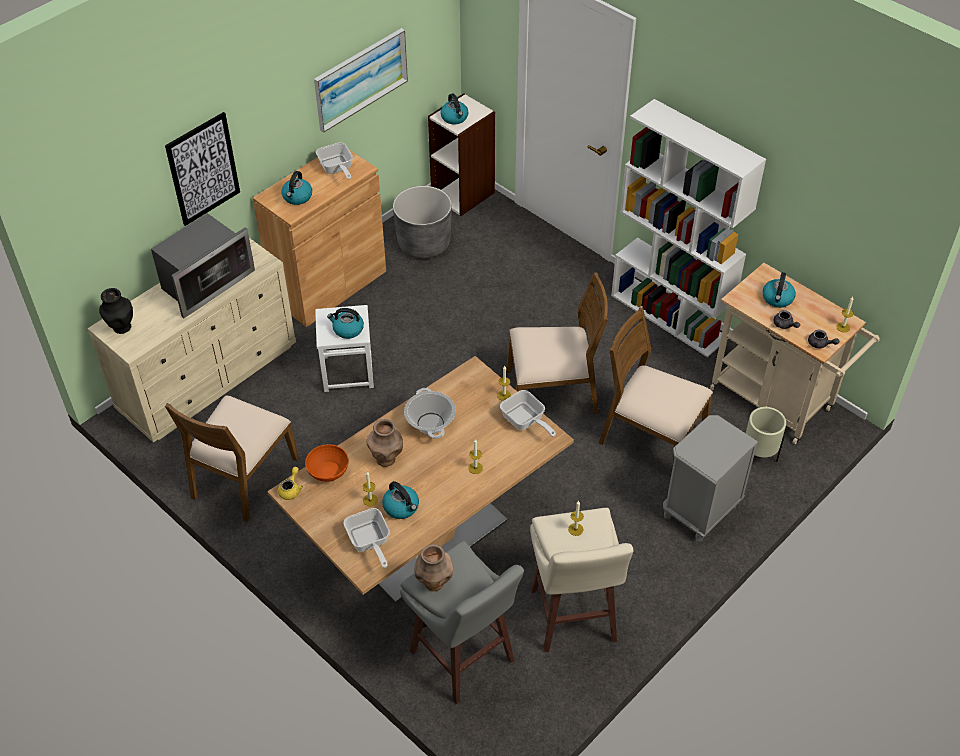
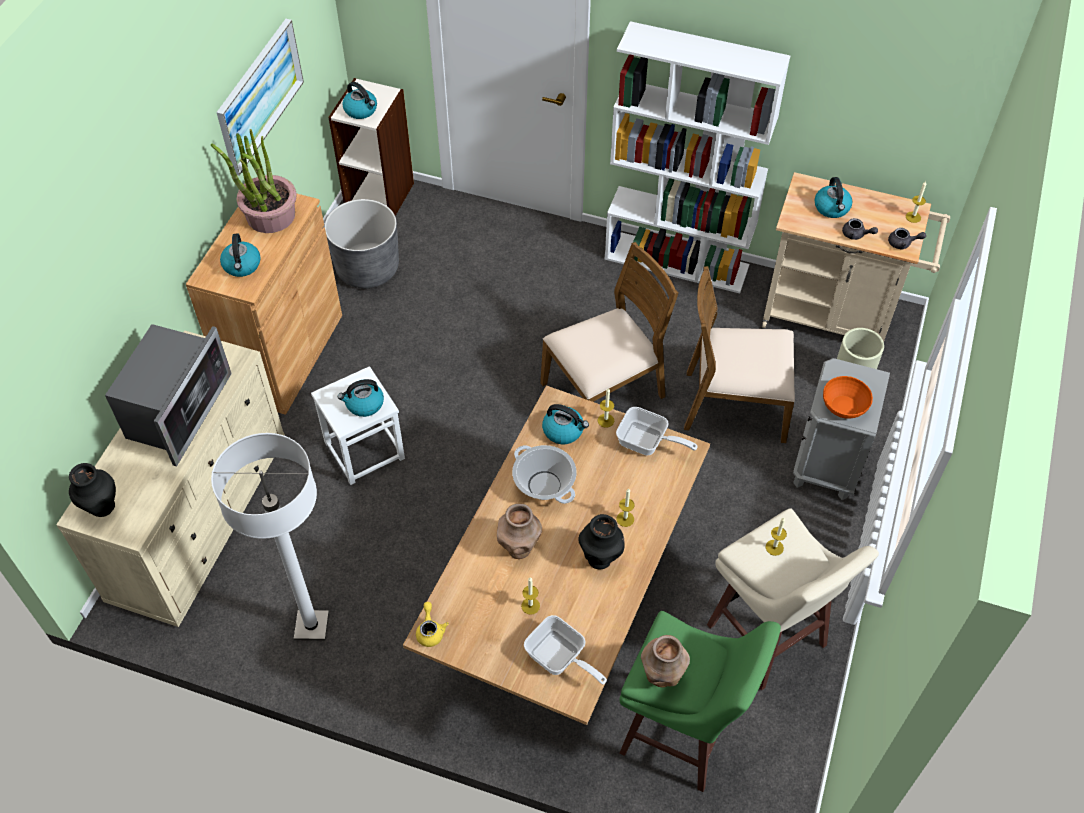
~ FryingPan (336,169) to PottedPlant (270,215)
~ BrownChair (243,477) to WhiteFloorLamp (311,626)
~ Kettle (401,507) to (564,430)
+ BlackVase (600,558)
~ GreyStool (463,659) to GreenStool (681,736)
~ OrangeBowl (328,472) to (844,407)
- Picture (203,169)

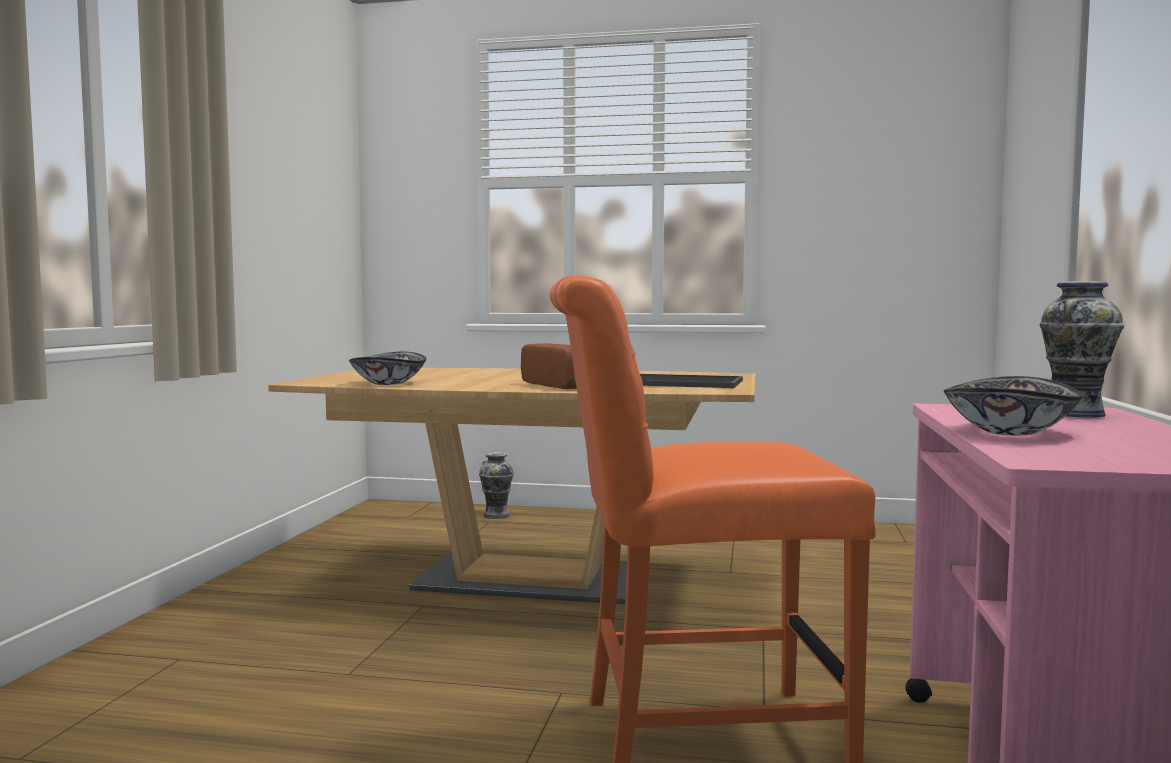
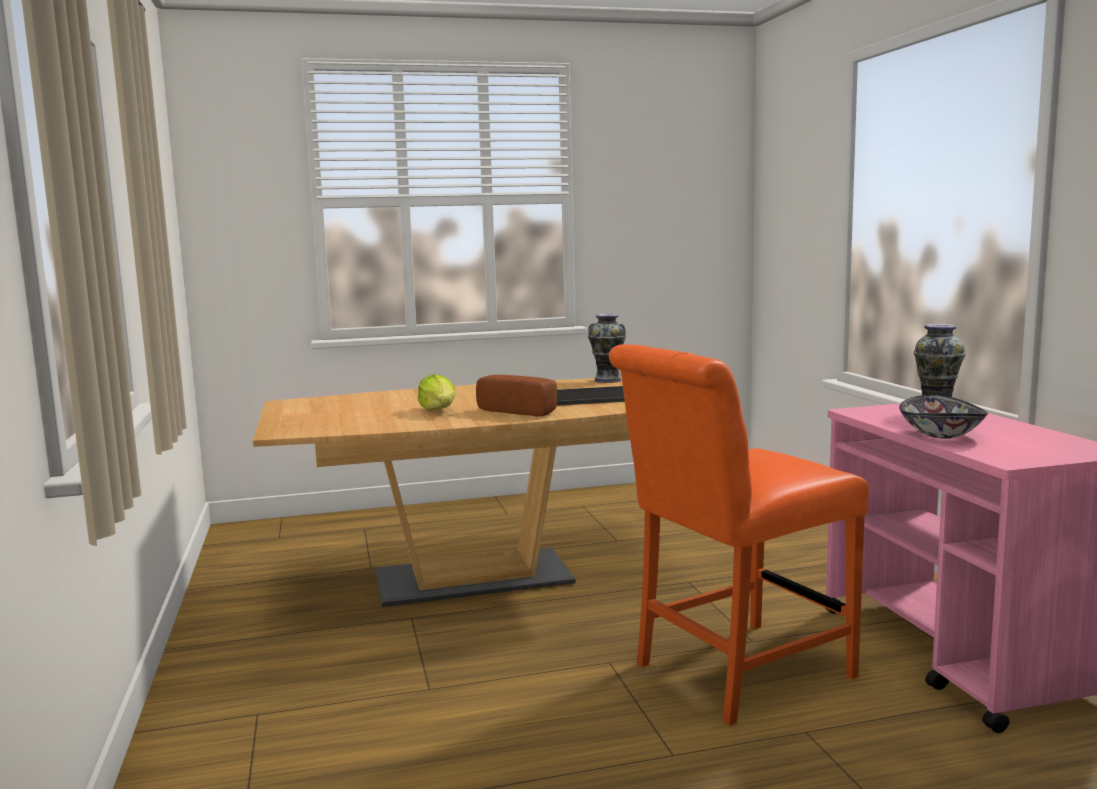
+ Lettuce (439,410)
~ Vase (496,515) to (607,380)
- Bowl (387,383)

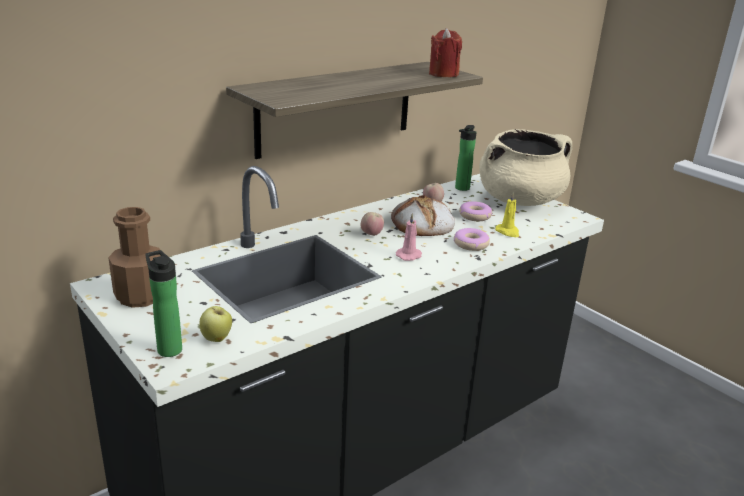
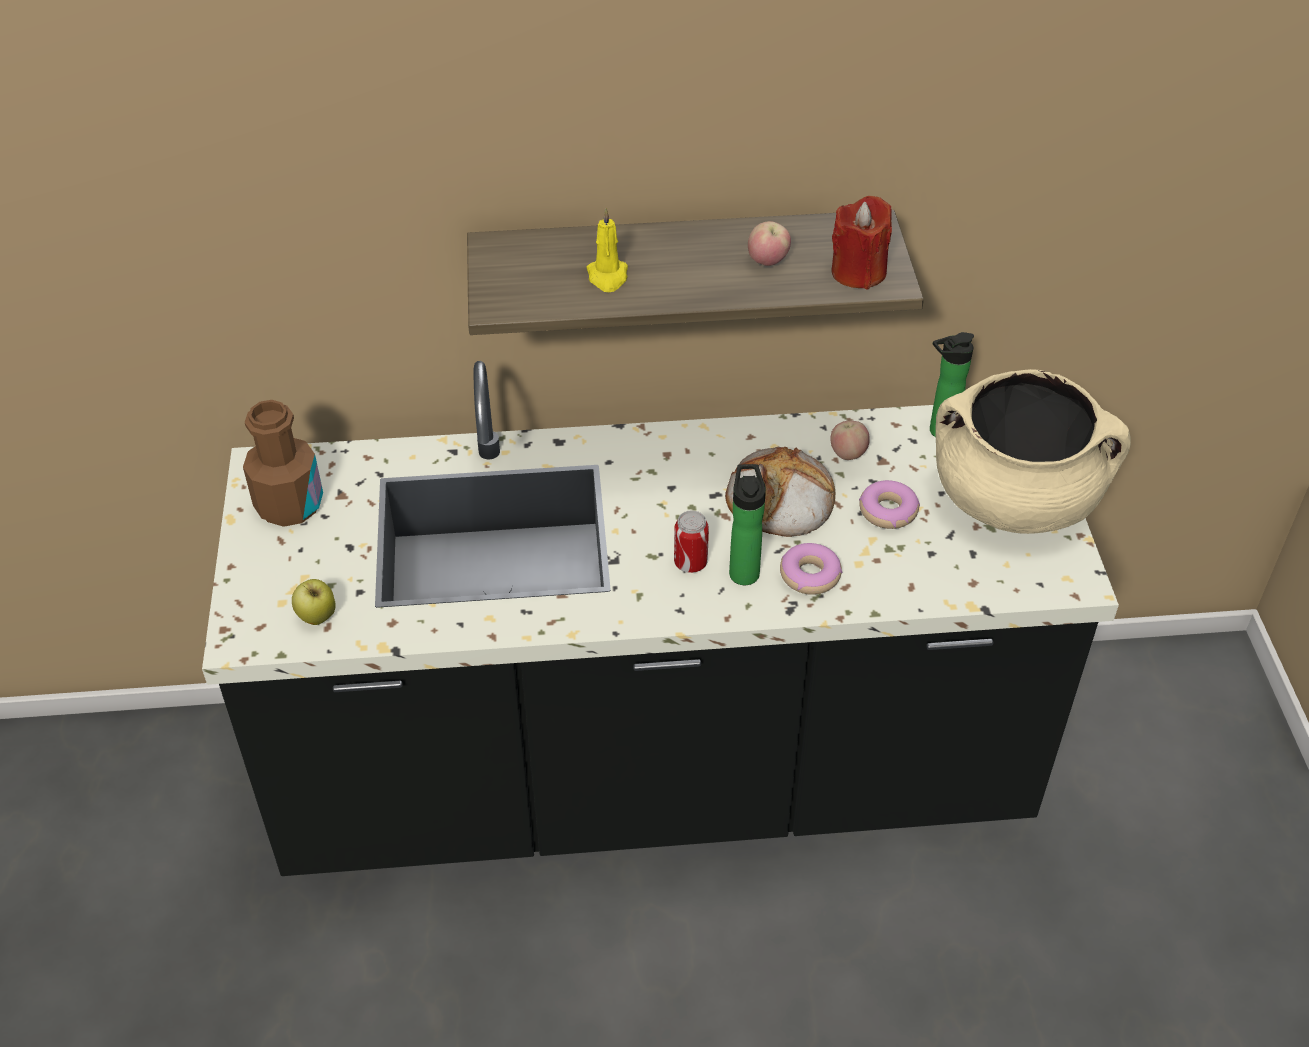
~ YellowCandle (508,232) to (607,277)
~ PinkCandle (409,255) to Can (690,563)
~ Bottle (168,348) to (743,570)
~ Apple (371,235) to (767,262)

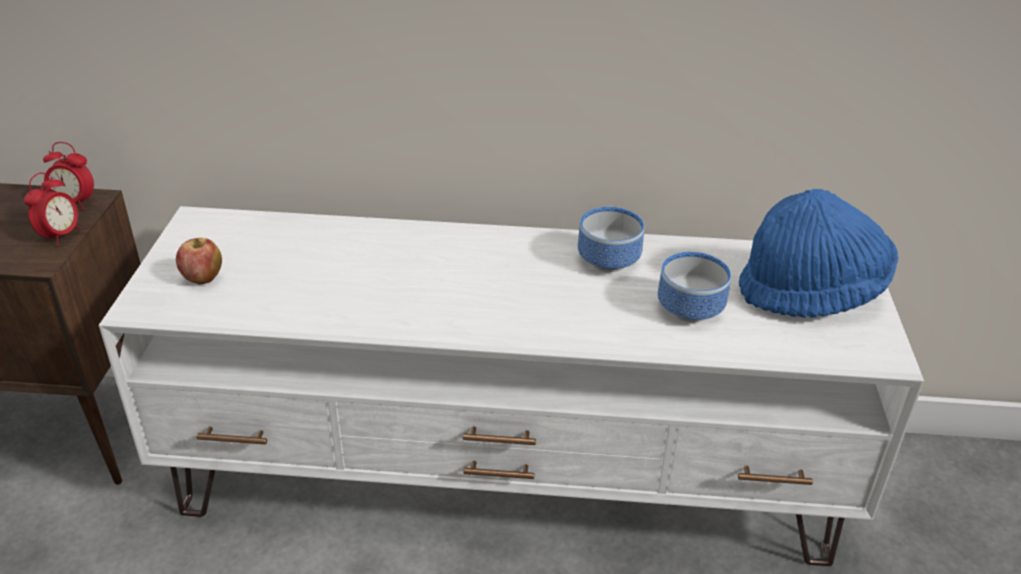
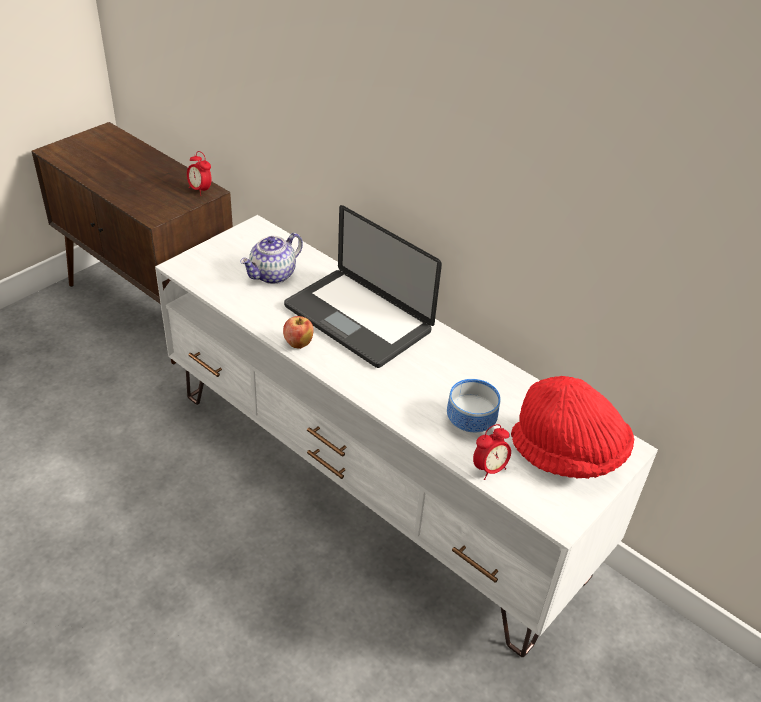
+ Teapot (273,275)
~ Apple (203,279) to (298,344)
+ Laptop (357,319)
~ AlarmClock (61,236) to (489,469)
~ BlueHat (811,292) to RedHat (567,454)
- Bowl (611,262)

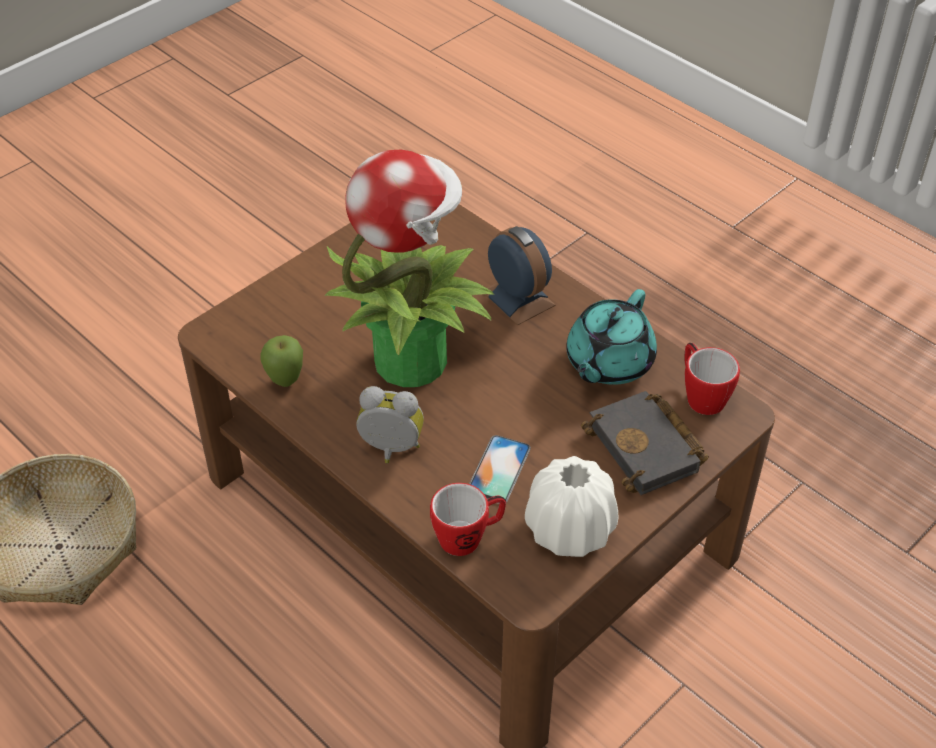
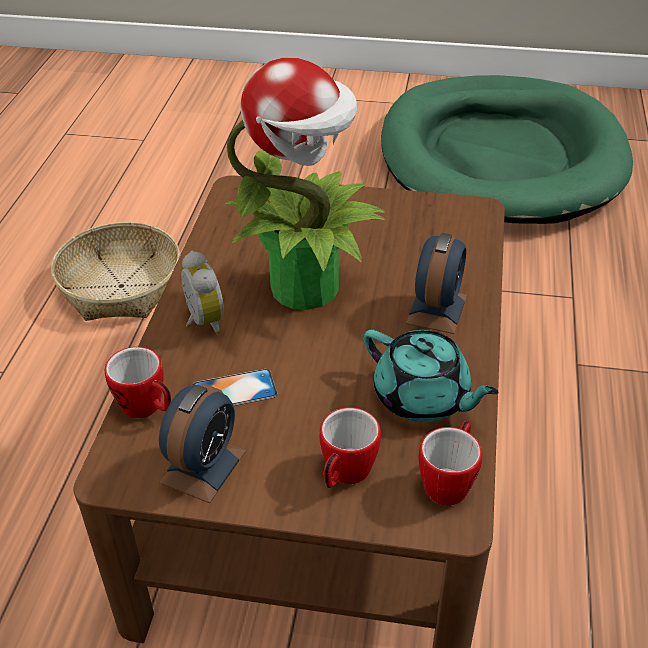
~ WhiteVase (569,530) to AlarmClock (203,466)
~ BlackBook (648,449) to Mug (345,475)
~ TurquoiseTeapot (608,363) = (422,398) 135 degrees counterclockwise
+ GreenDogBed (500,157)
- Apple (285,381)

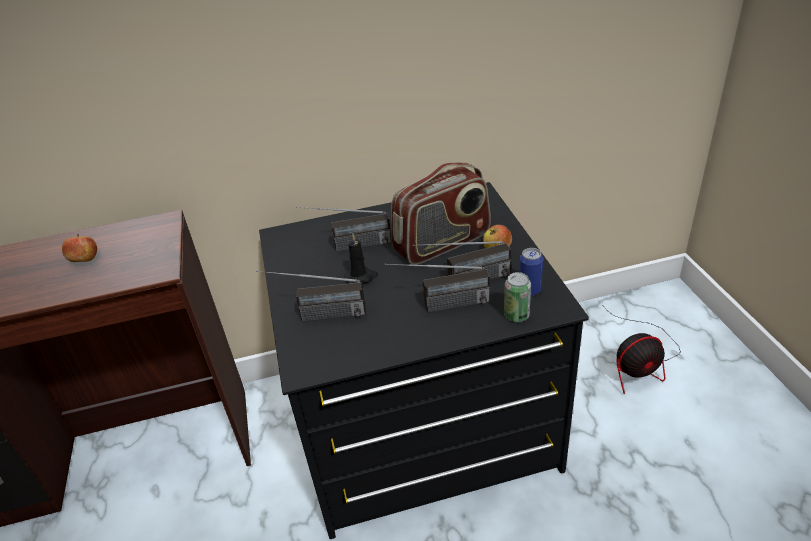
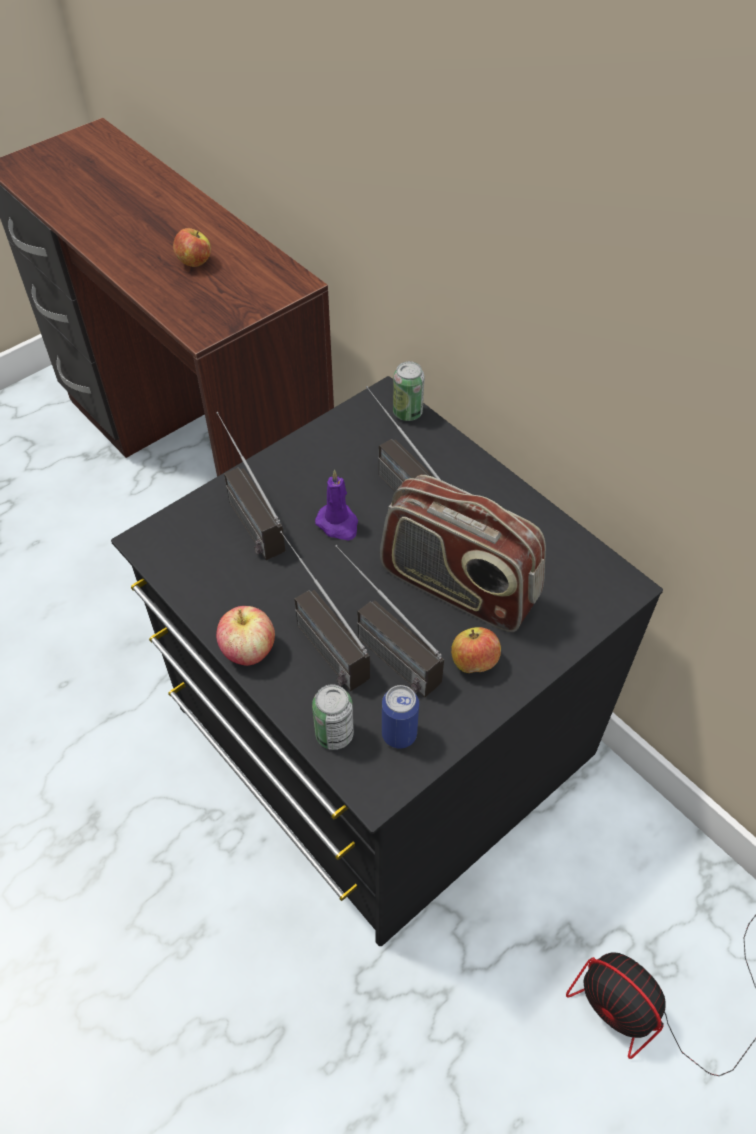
+ Apple (248,651)
~ BlackCandle (361,277) to PurpleCandle (338,524)
+ Can (407,413)

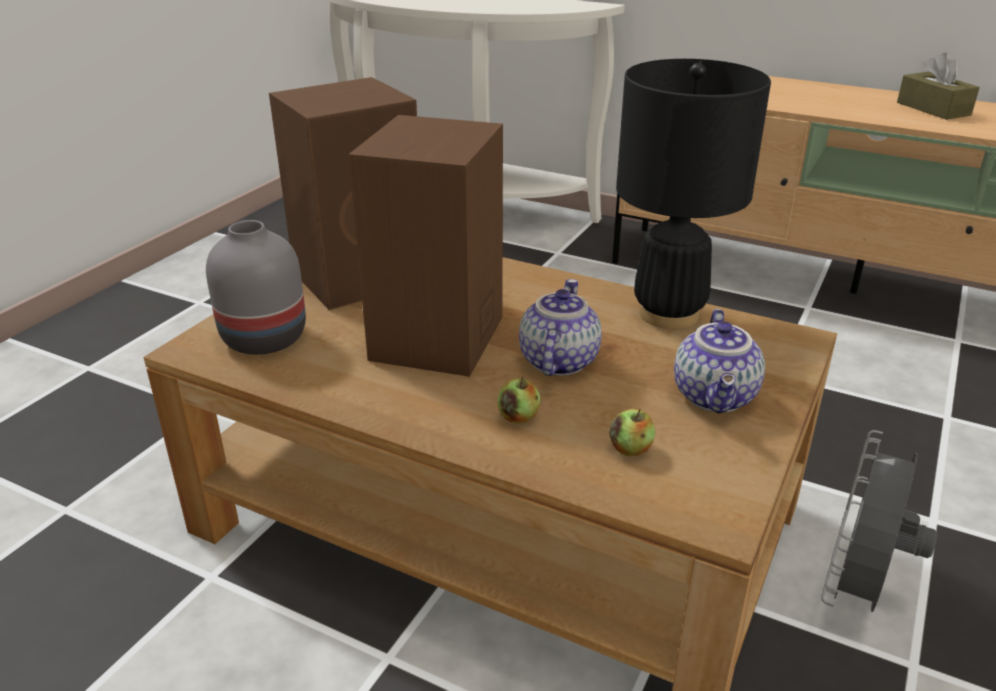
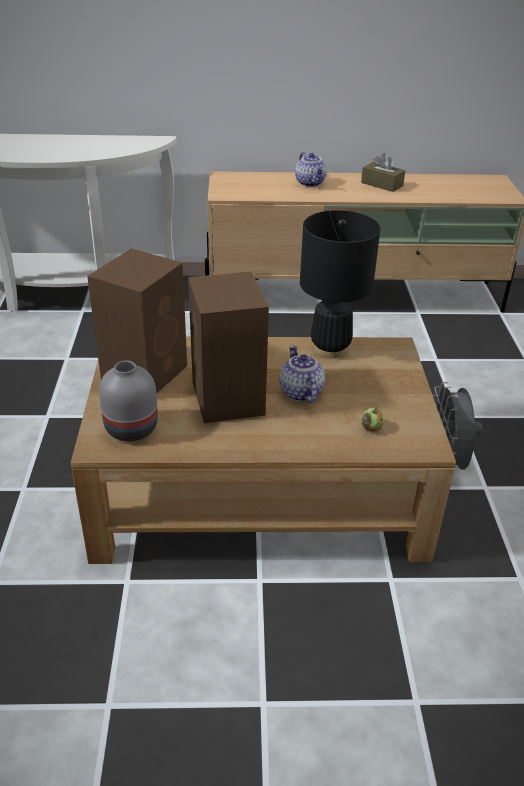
~ Teapot (716,397) to (310,183)
- Apple (518,417)

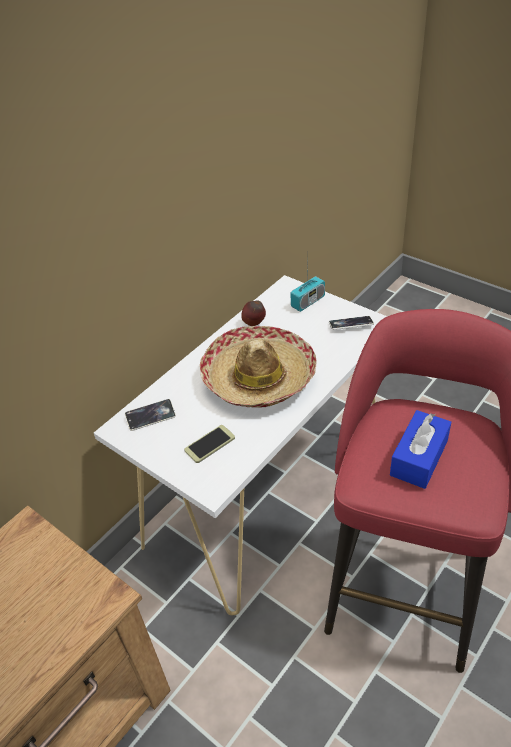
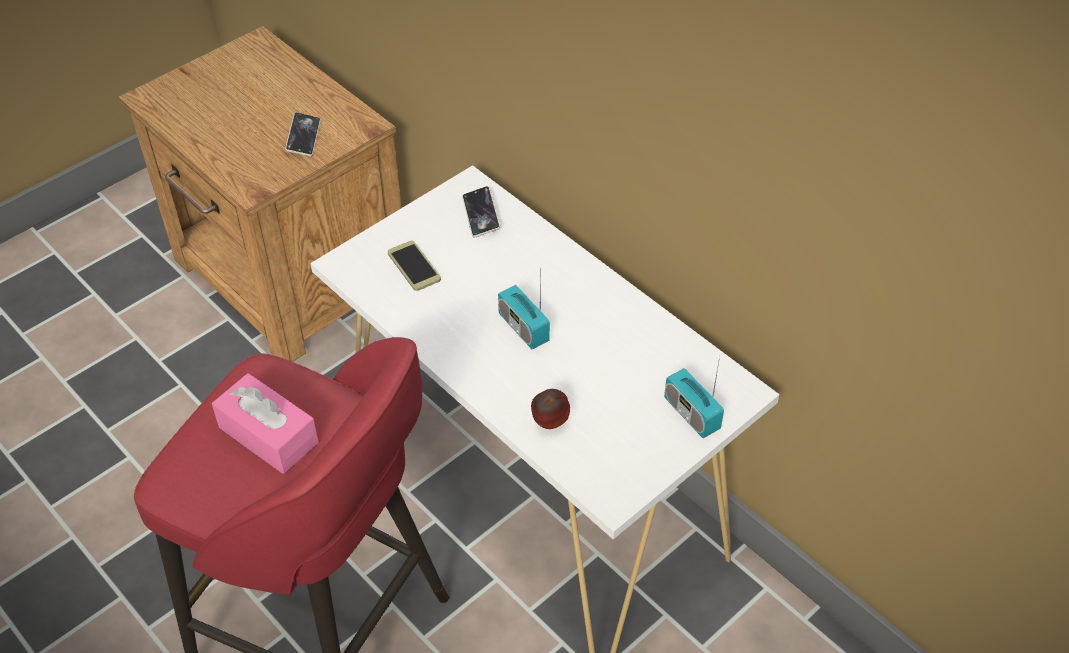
~ BlueTissueBox (419,458) to PinkTissueBox (268,435)
~ Phone (351,325) to (303,137)
~ Hat (259,377) to Radio (523,328)
~ Apple (254,324) to (549,423)

